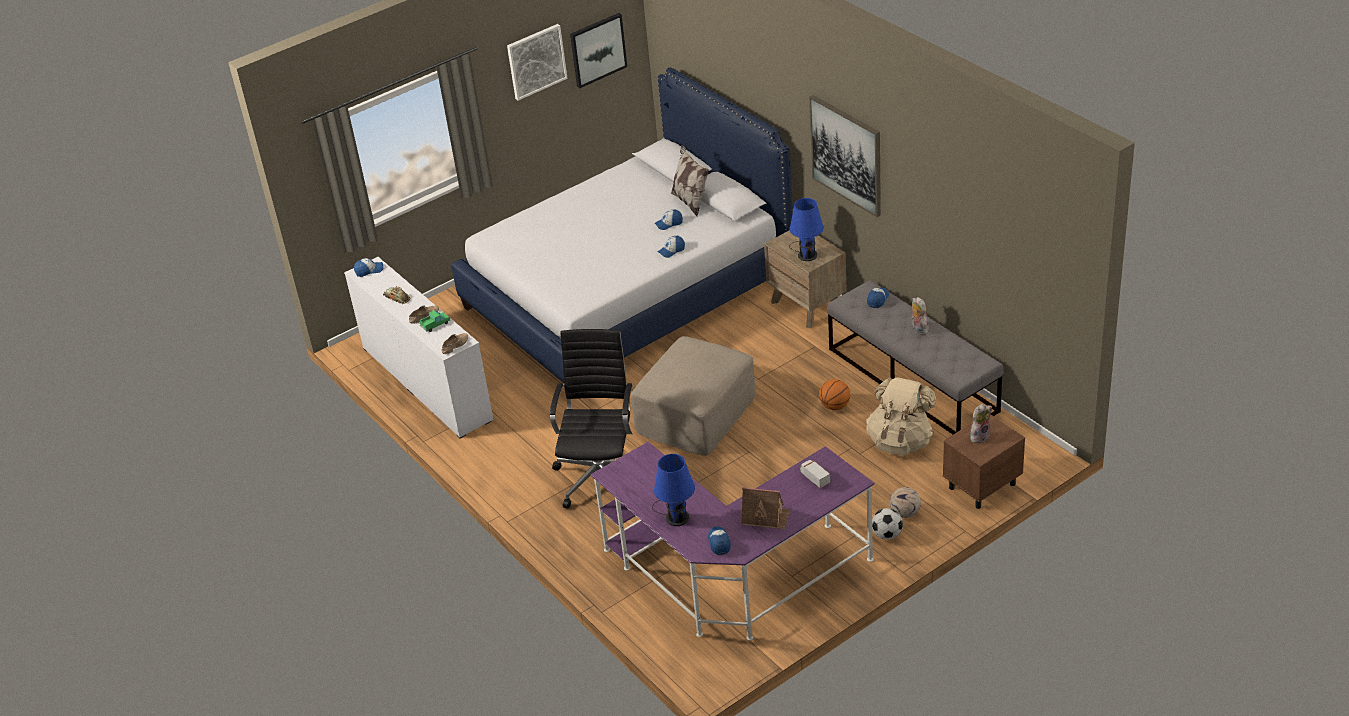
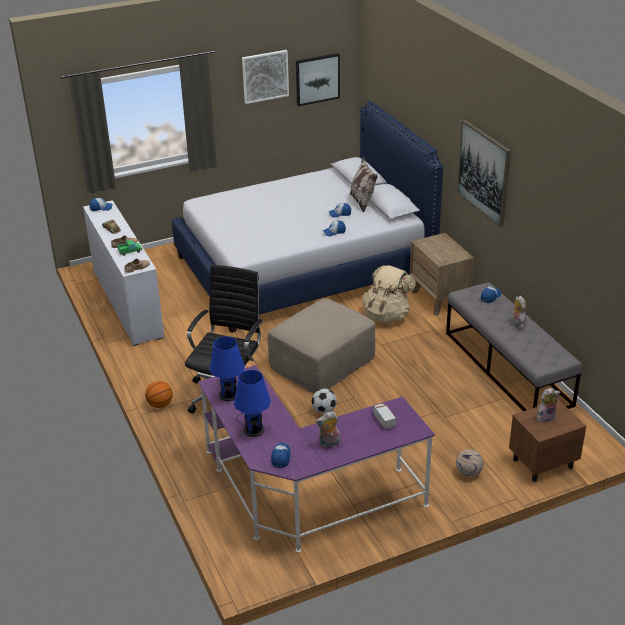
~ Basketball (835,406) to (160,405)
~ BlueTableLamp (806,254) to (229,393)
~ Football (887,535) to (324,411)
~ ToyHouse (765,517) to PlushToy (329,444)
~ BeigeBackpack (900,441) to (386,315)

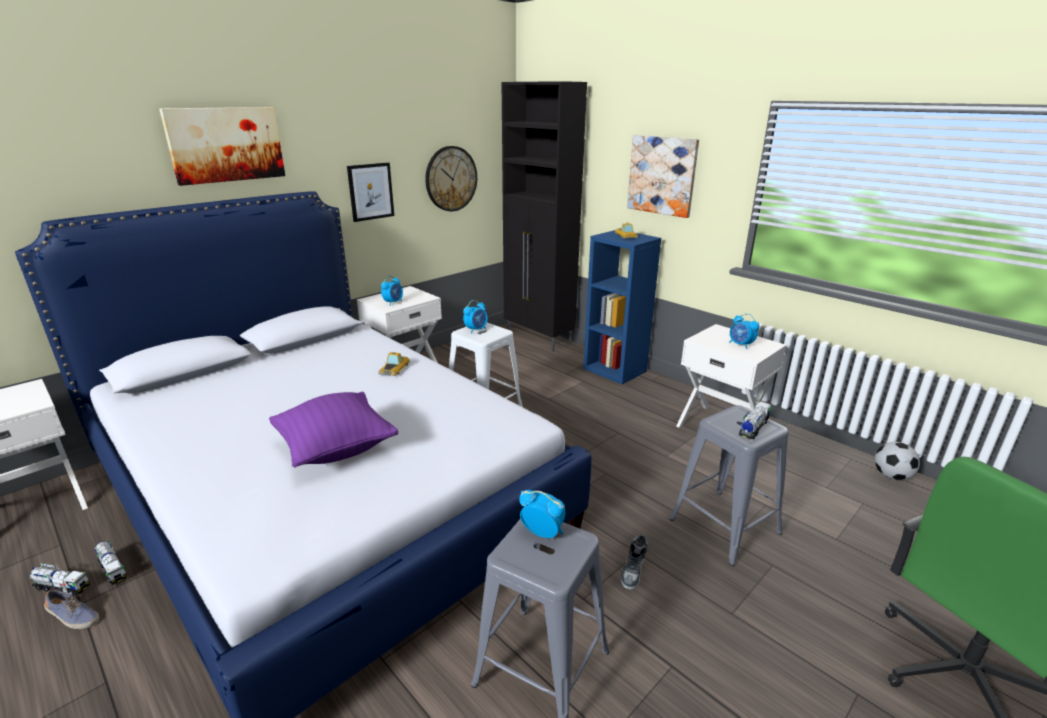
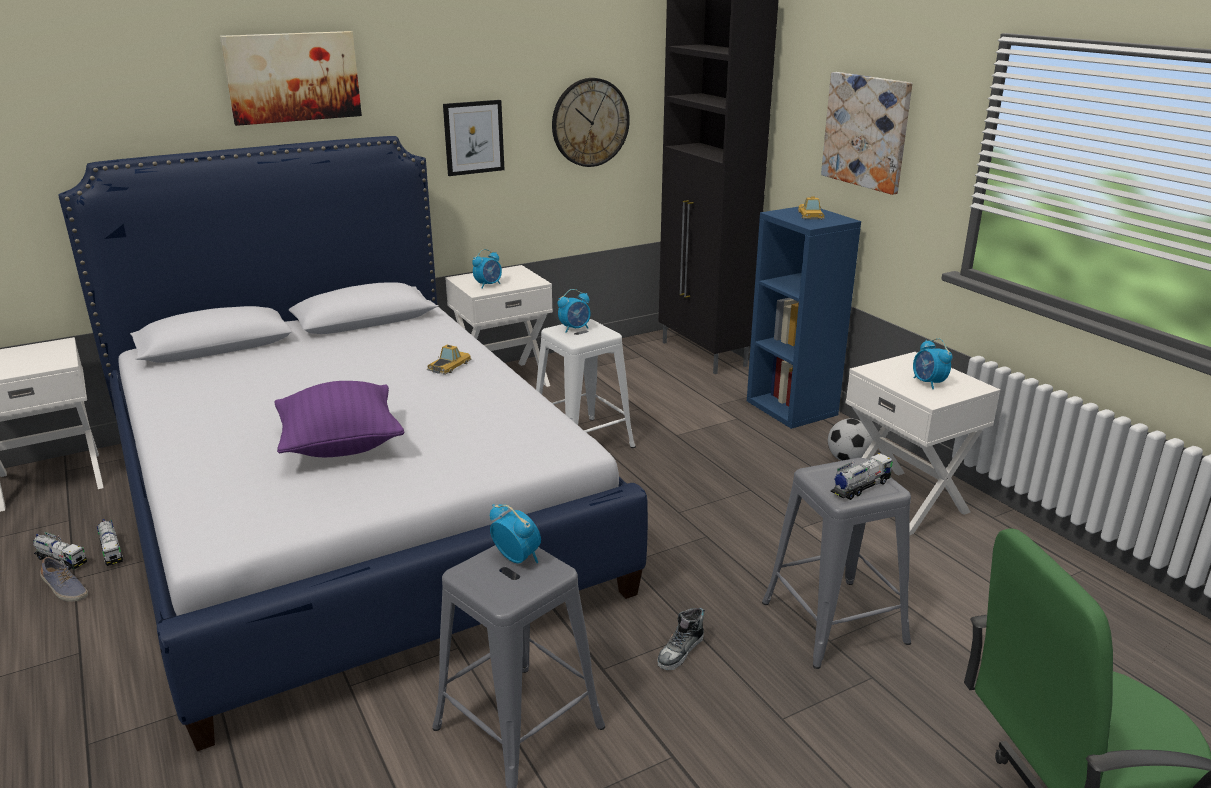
~ Football (891,476) to (848,460)

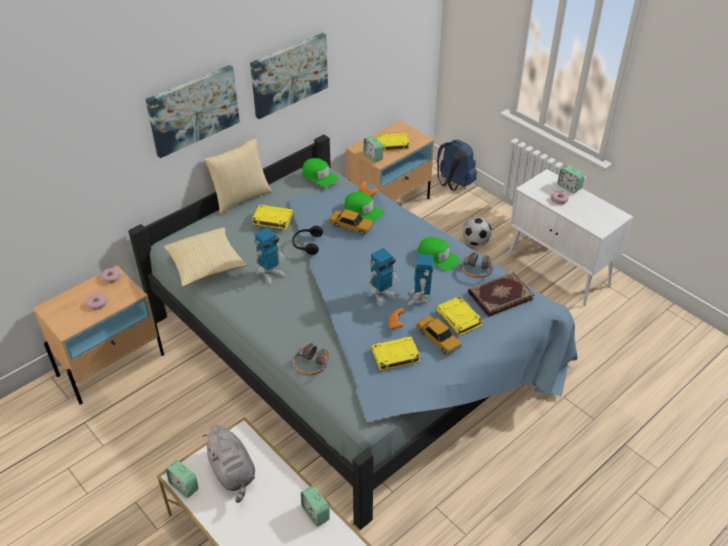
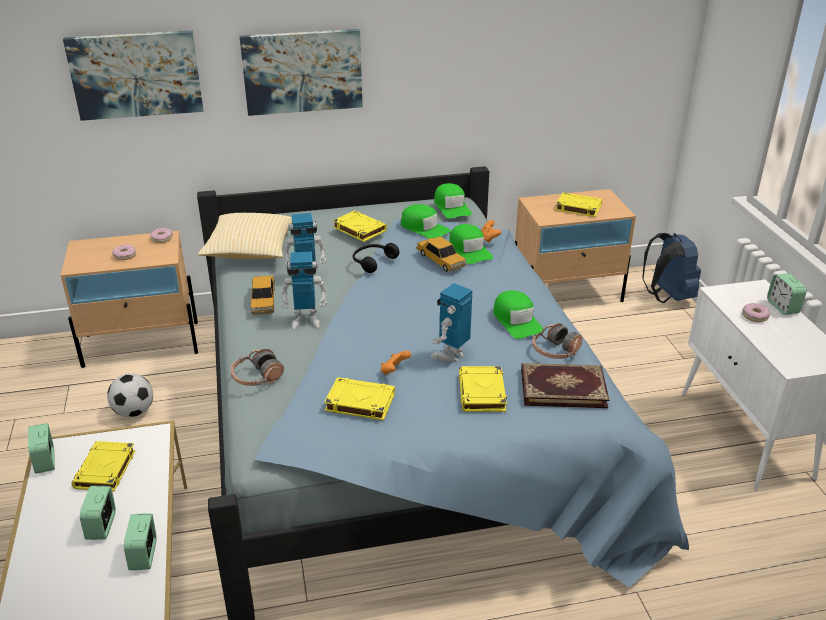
~ Picture (289,74) to (136,74)
~ GreyPlushToy (233,472) to YellowBook (105,470)
~ AlarmClock (373,157) to (102,526)
~ Football (475,242) to (134,412)
~ ToyCar (438,338) to (263,301)
~ ToyRobot (382,296) to (306,321)
+ GreenCap (424,228)
- Pillow (240,198)

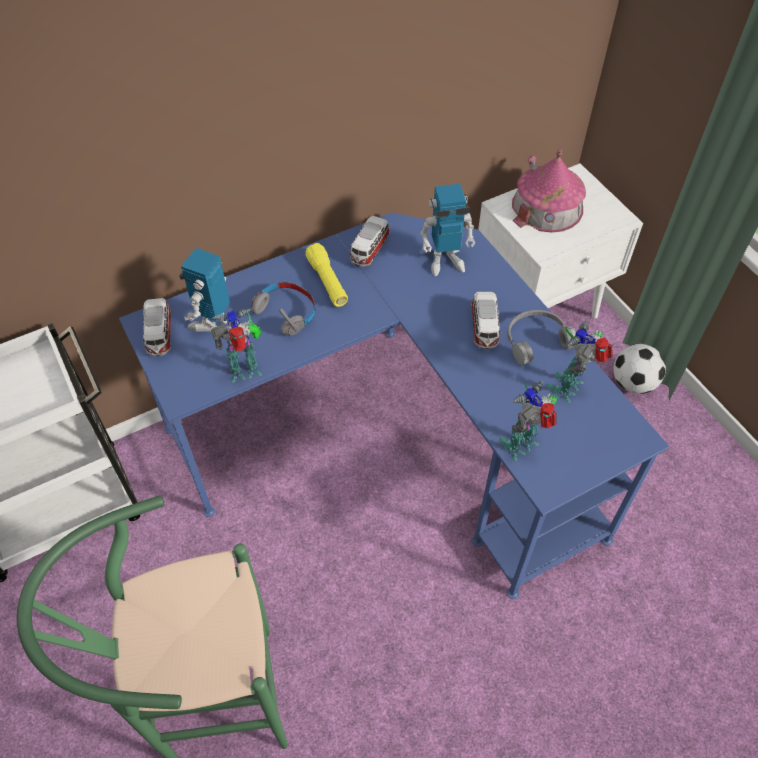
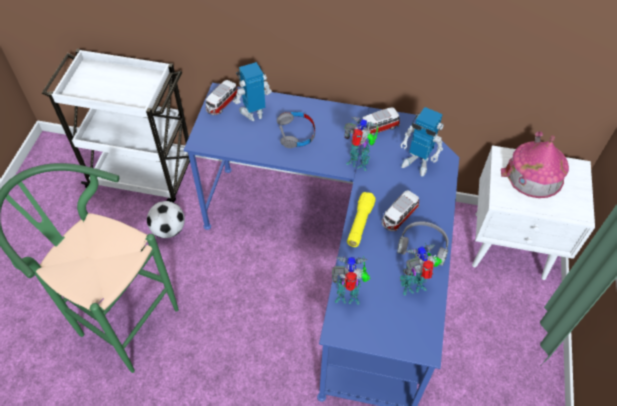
~ Football (633,383) to (169,229)
~ ToyRobot (246,371) to (359,163)
~ YellowFlashlight (327,282) to (360,224)

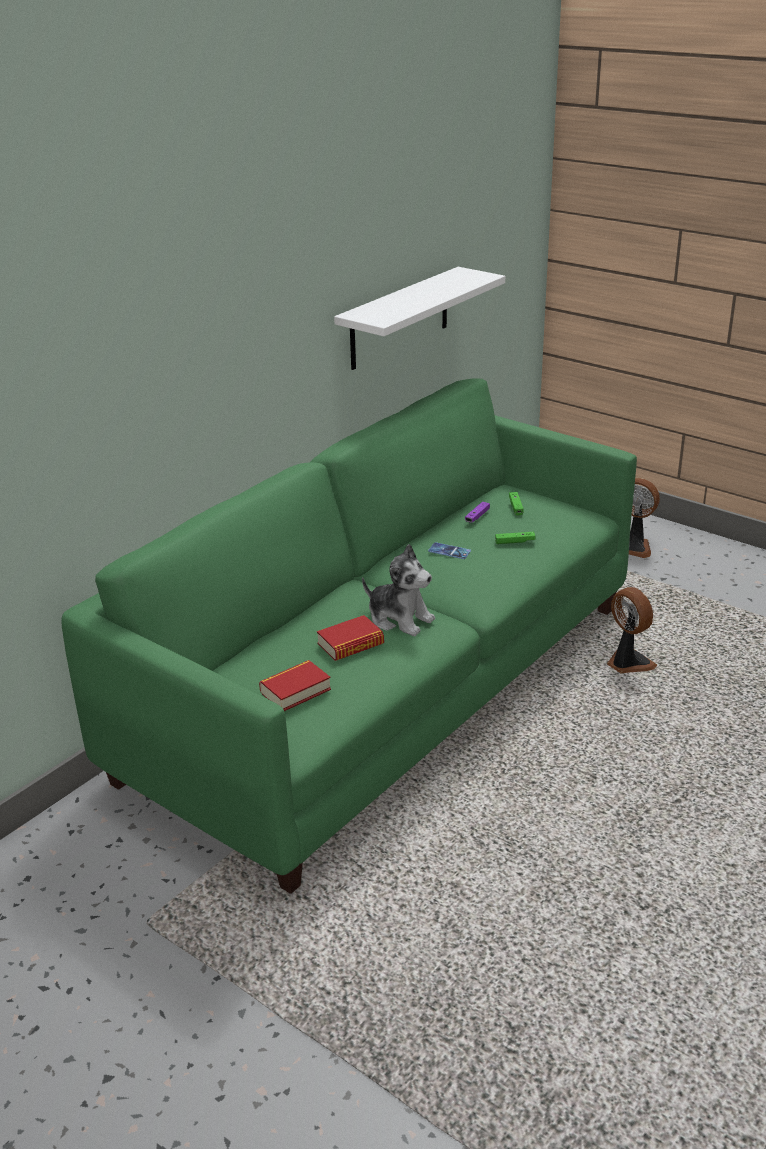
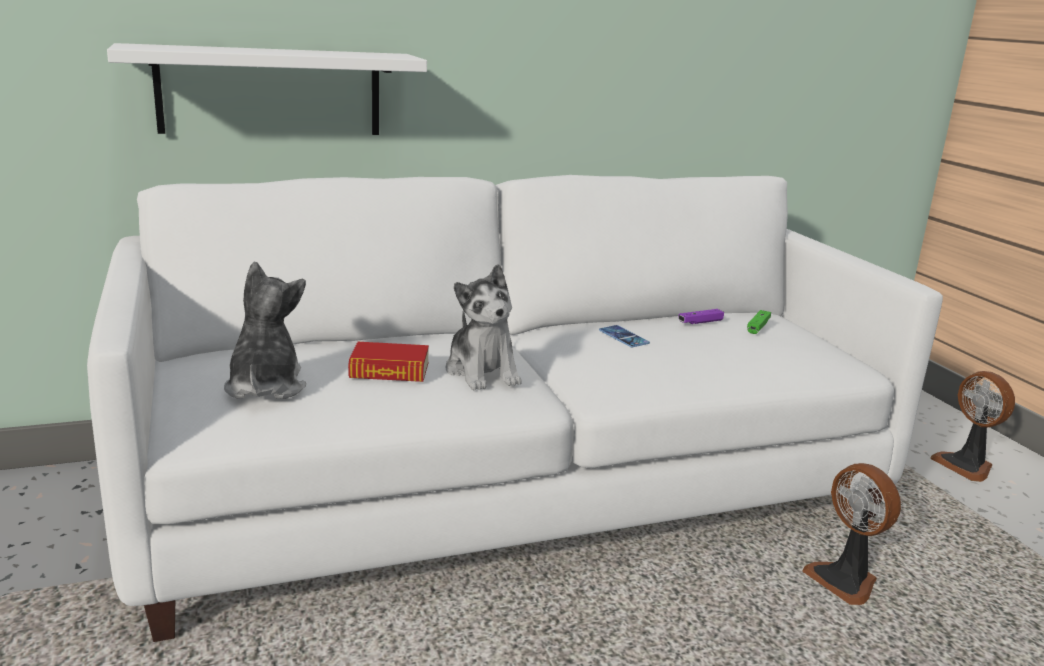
~ GreenSofa (385,689) to WhiteSofa (513,490)
~ WhiteShelf (399,318) to (270,92)
~ Book (295,691) to PlushToy (265,386)
~ Fan (628,663) = (844,581) 150 degrees clockwise
- GreenGameController (514,542)

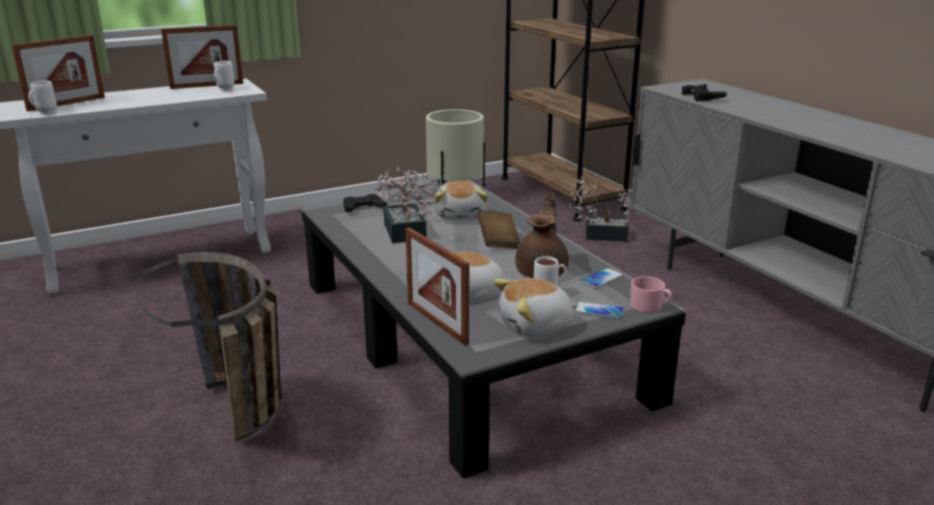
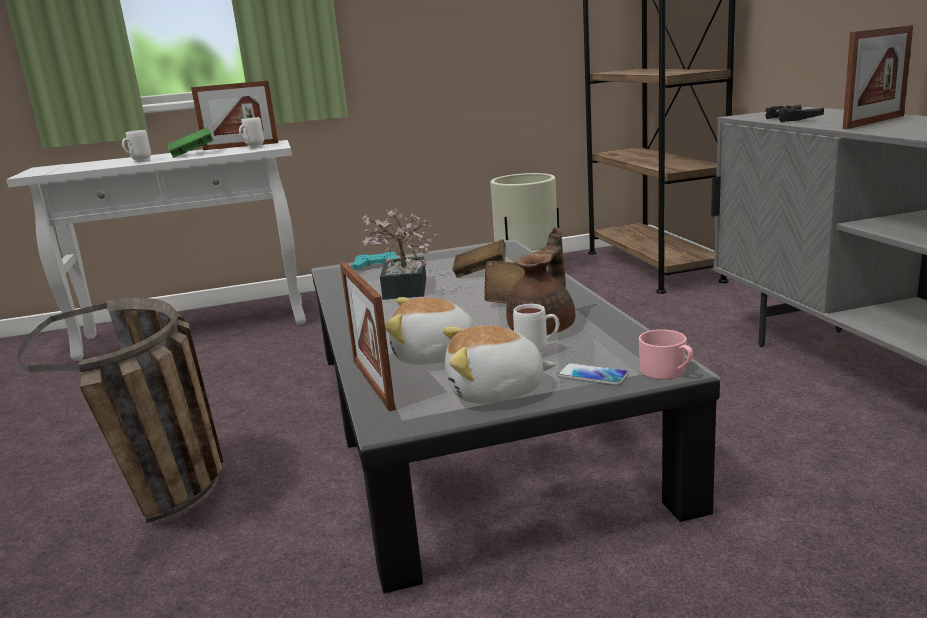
~ WhiteMug (44,113) to (138,161)
+ GreenBook (192,154)
~ BlackGameController (363,208) to TurquoiseGameController (376,266)
~ PlushToy (461,215) to BrownBook (480,272)
~ PictureFrame (67,104) to (874,122)
- PottedPlant (600,235)
- Phone (601,279)

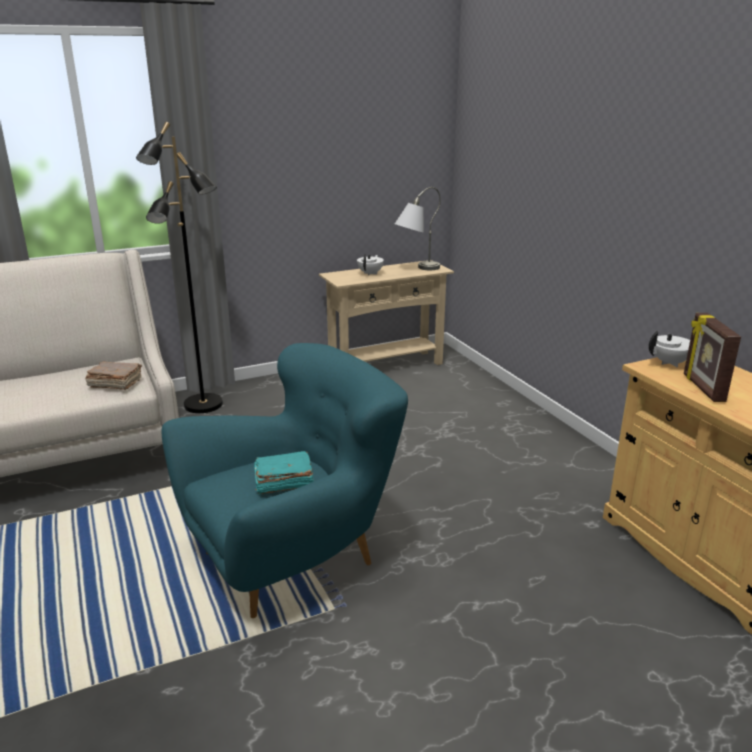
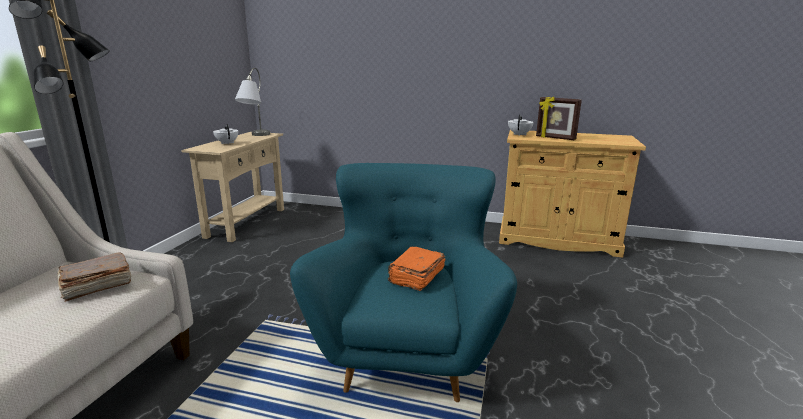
~ TurquoiseBook (283,482) to OrangeBook (416,277)

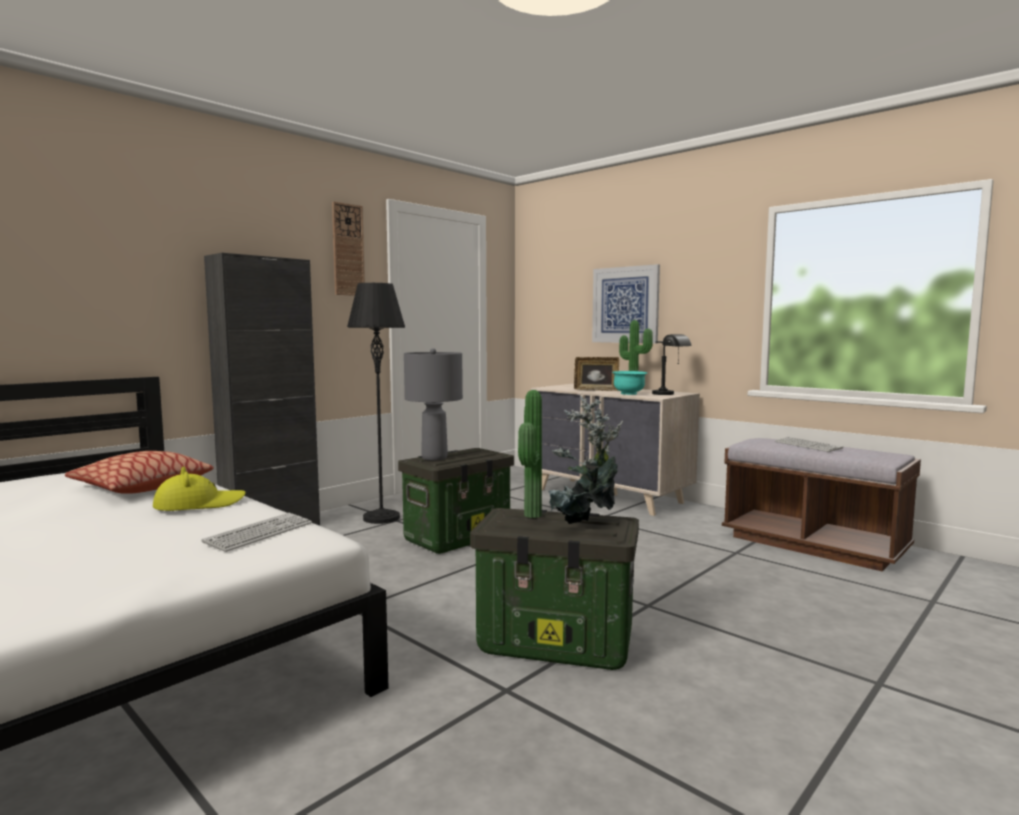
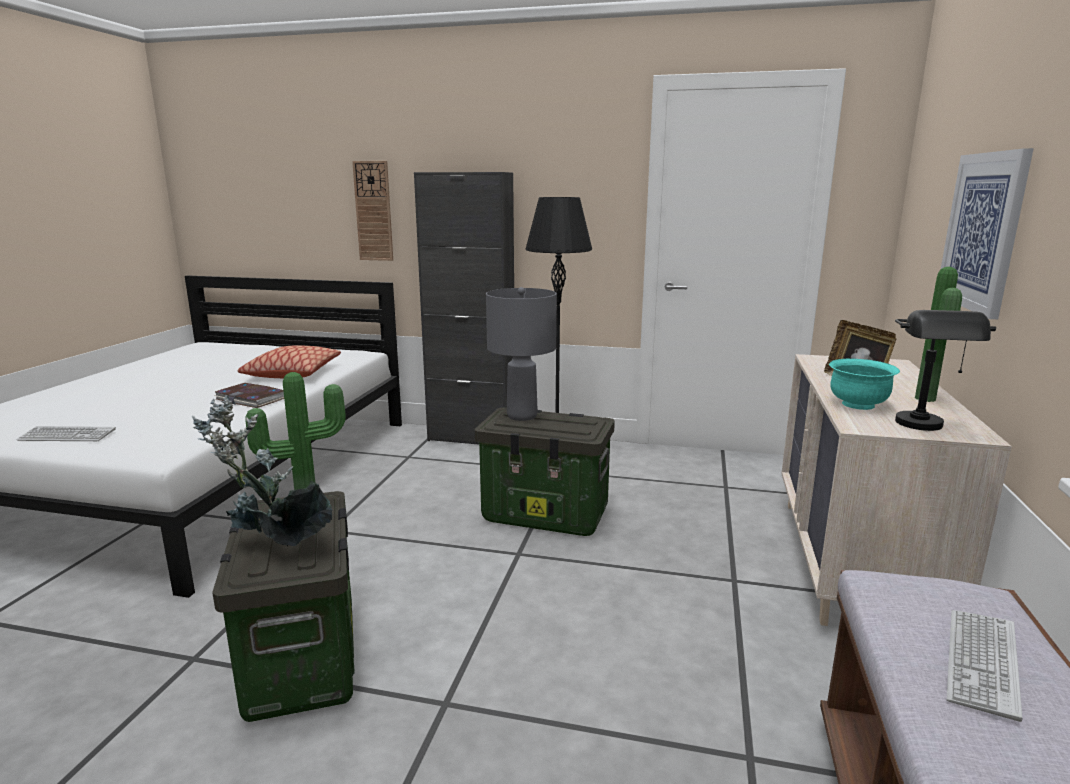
~ Keyboard (259,533) to (67,435)
~ YellowHat (199,504) to Book (252,398)
~ WallClock (348,250) to (373,211)

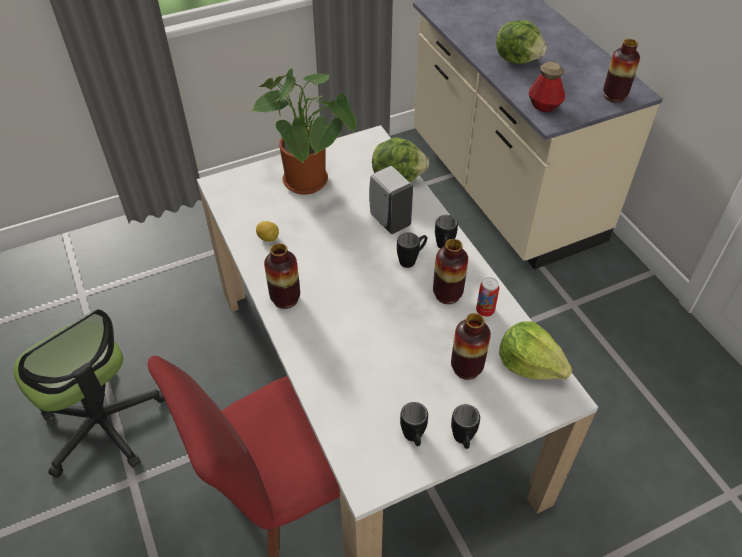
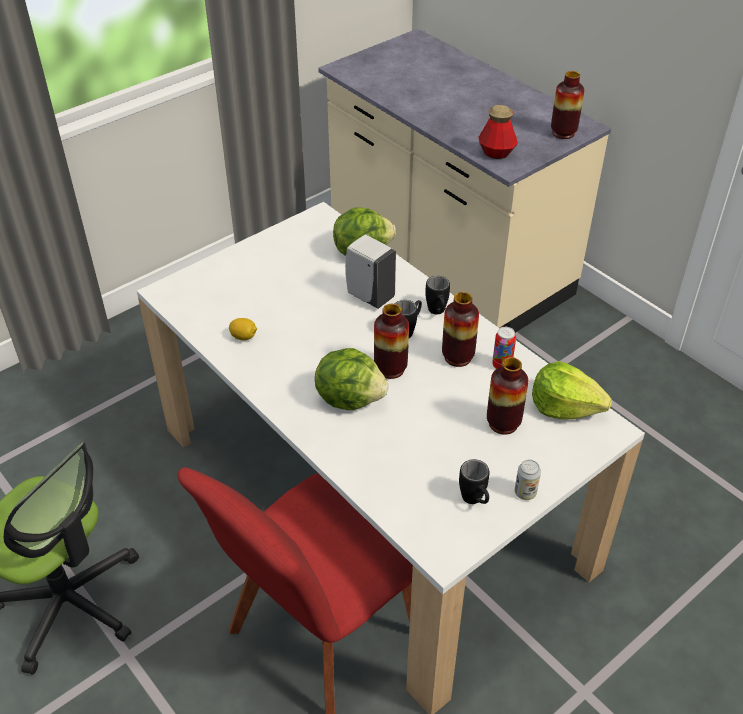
~ Lettuce (517,59) to (350,398)
~ Vase (285,299) to (390,369)
~ BlackMug (463,441) to Can (525,493)
- PottedPlant (310,183)

